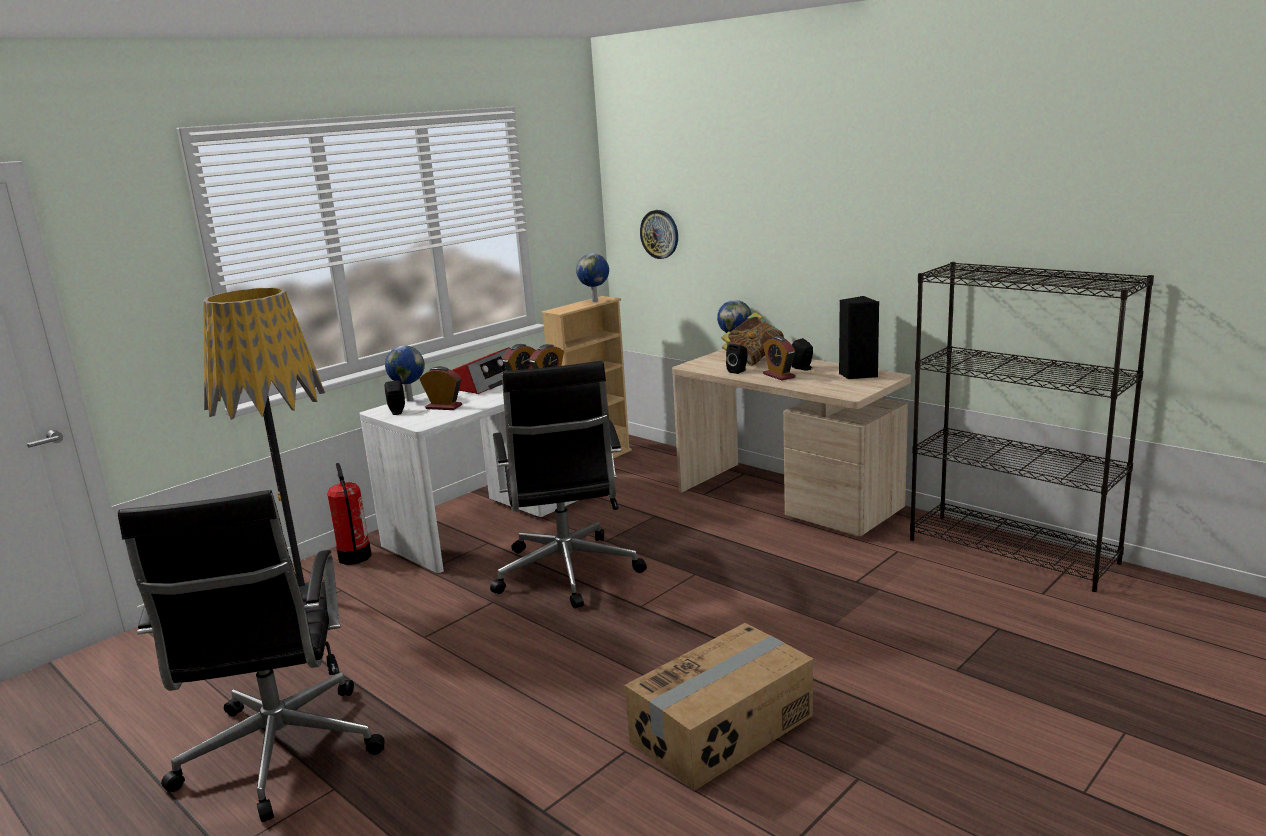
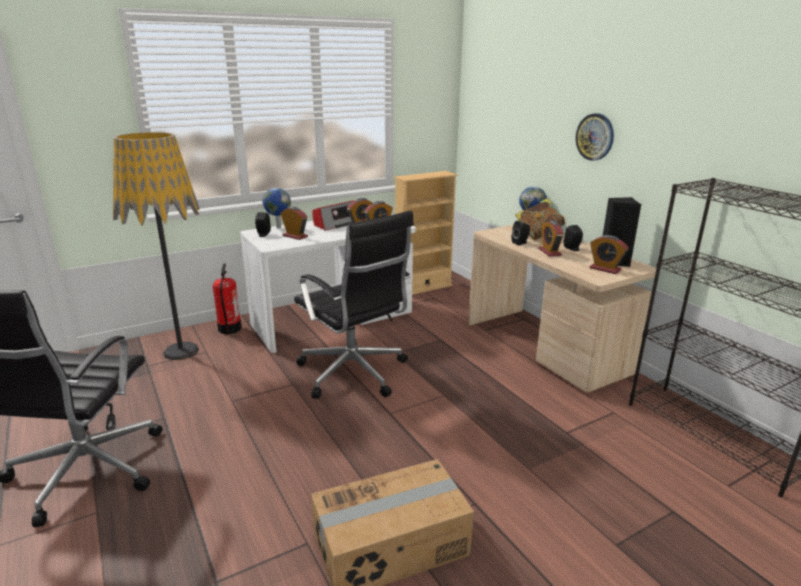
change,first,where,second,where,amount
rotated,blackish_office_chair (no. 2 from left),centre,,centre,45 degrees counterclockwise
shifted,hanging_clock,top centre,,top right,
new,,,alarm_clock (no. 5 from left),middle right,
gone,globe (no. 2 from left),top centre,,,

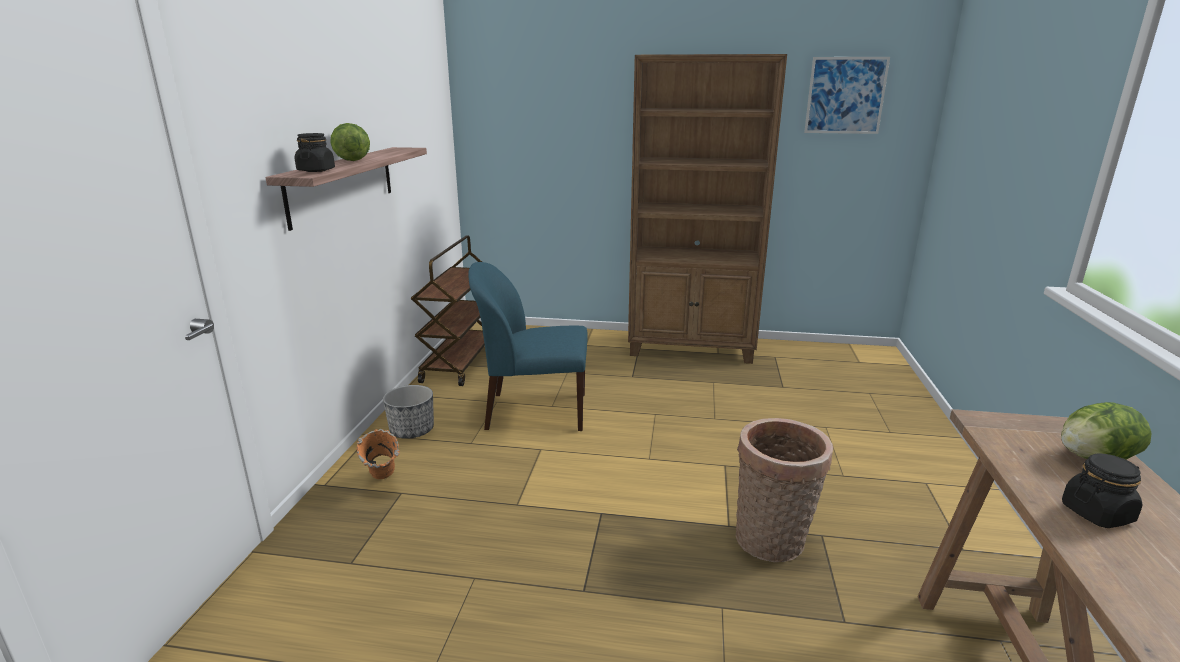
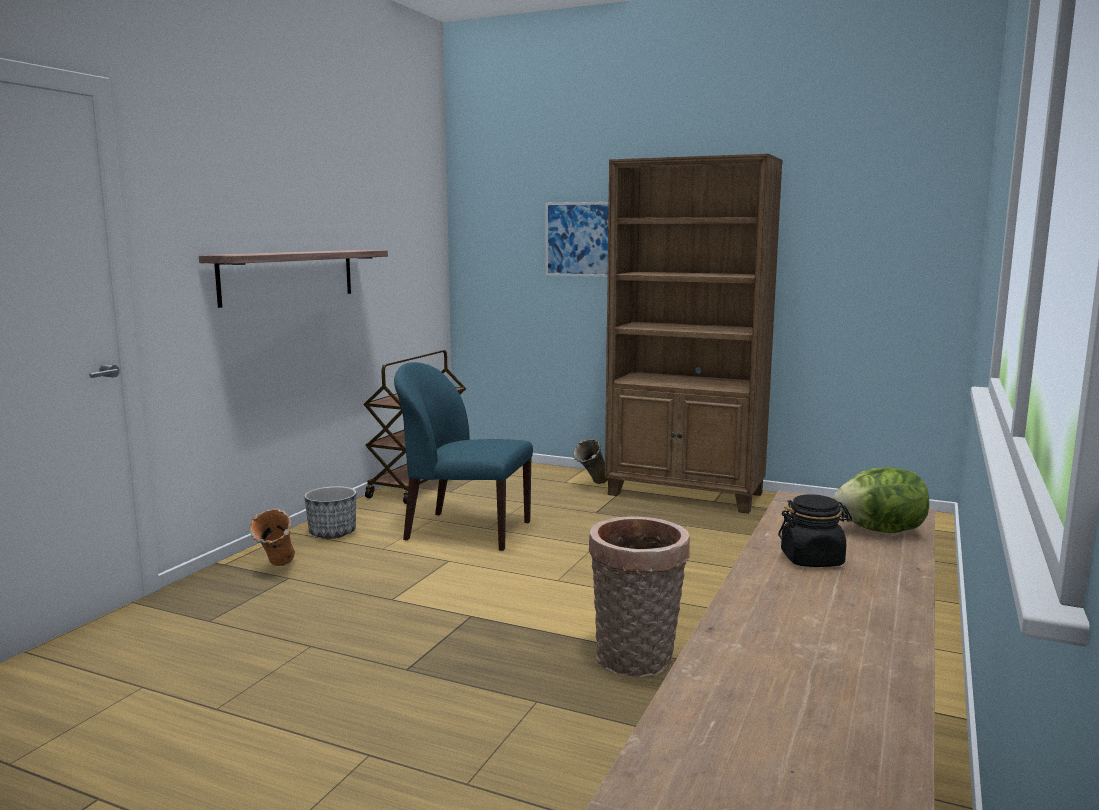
change,first,where,second,where,amount
shifted,wall_art,top right,,top centre,
new,,,beige-coloured_decorative_vase,centre,
gone,blackish_jar (no. 1 from left),top left,,,
gone,lettuce_head (no. 1 from left),top left,,,

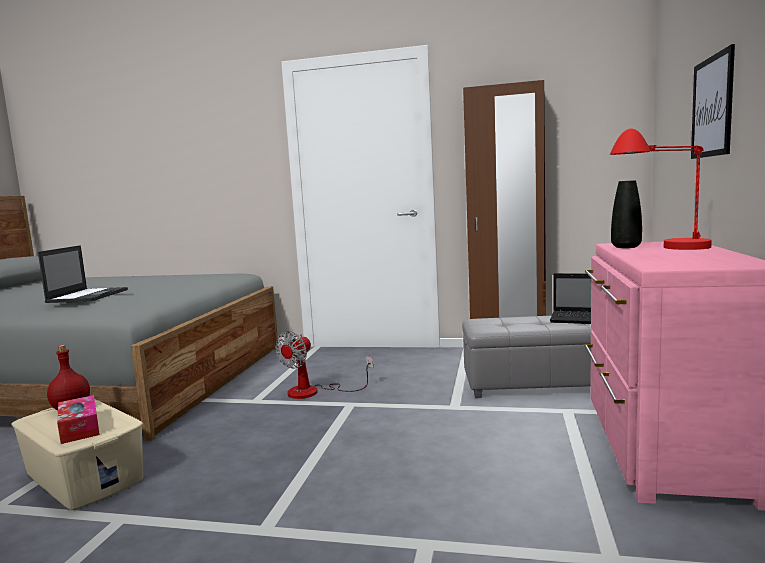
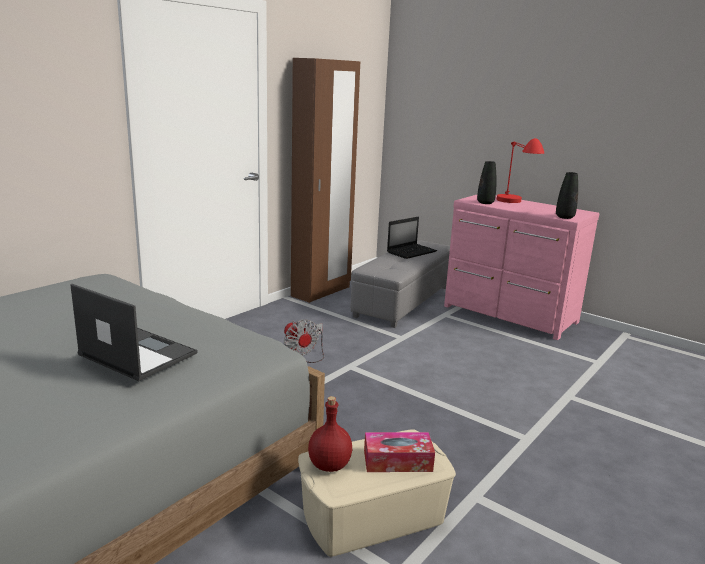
change,first,where,second,where,amount
new,,,blackish_decorative_vase (no. 2 from left),middle right,
gone,wall_art,top right,,,

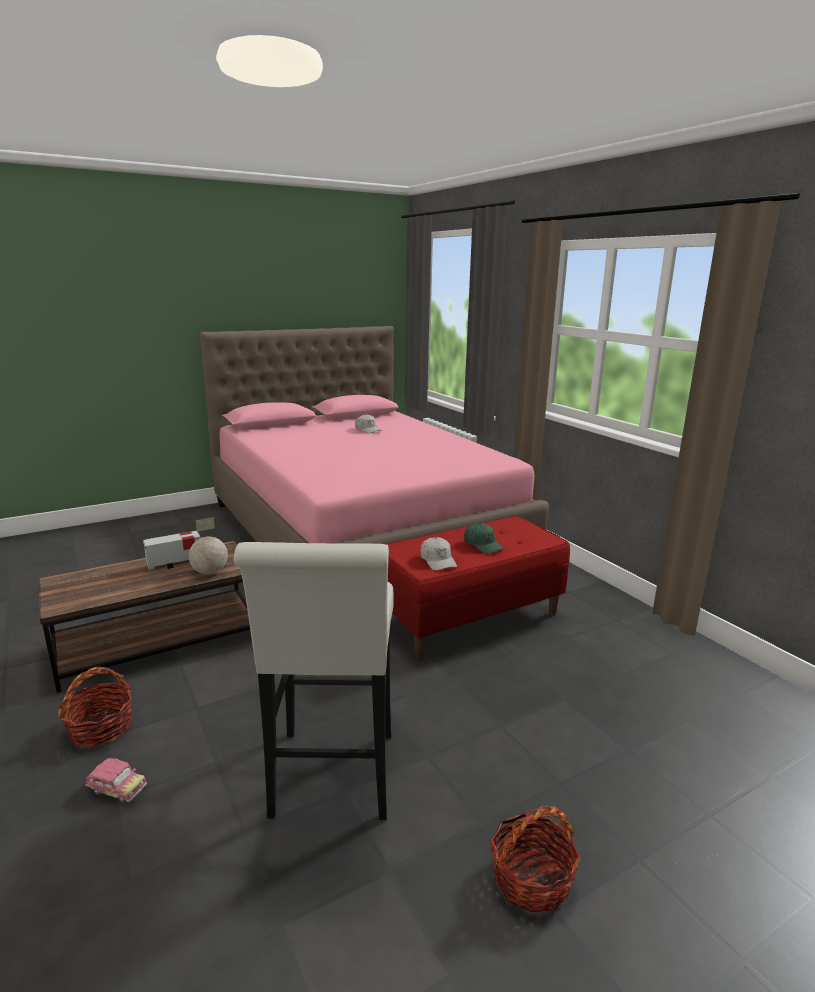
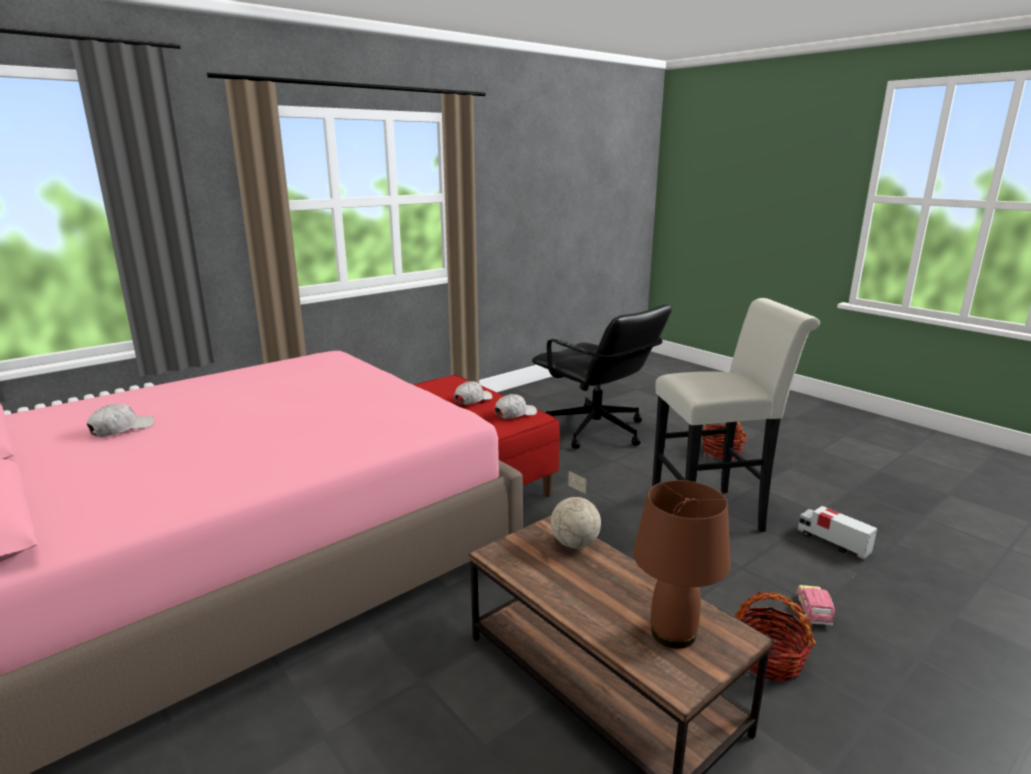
change,first,where,second,where,amount
repainted,green-coloured_baseball_cap,centre,white-coloured_baseball_cap (no. 2 from left),centre,
new,,,blackish_office_chair,centre,
new,,,brown_table_lamp,bottom centre,
shifted,toy_lorry,middle left,,bottom right,

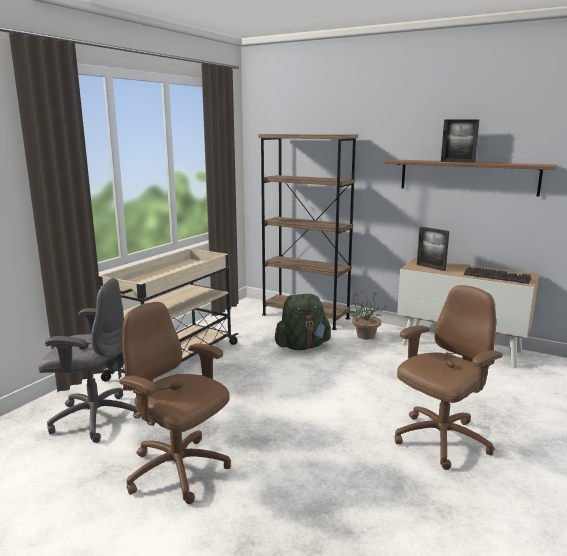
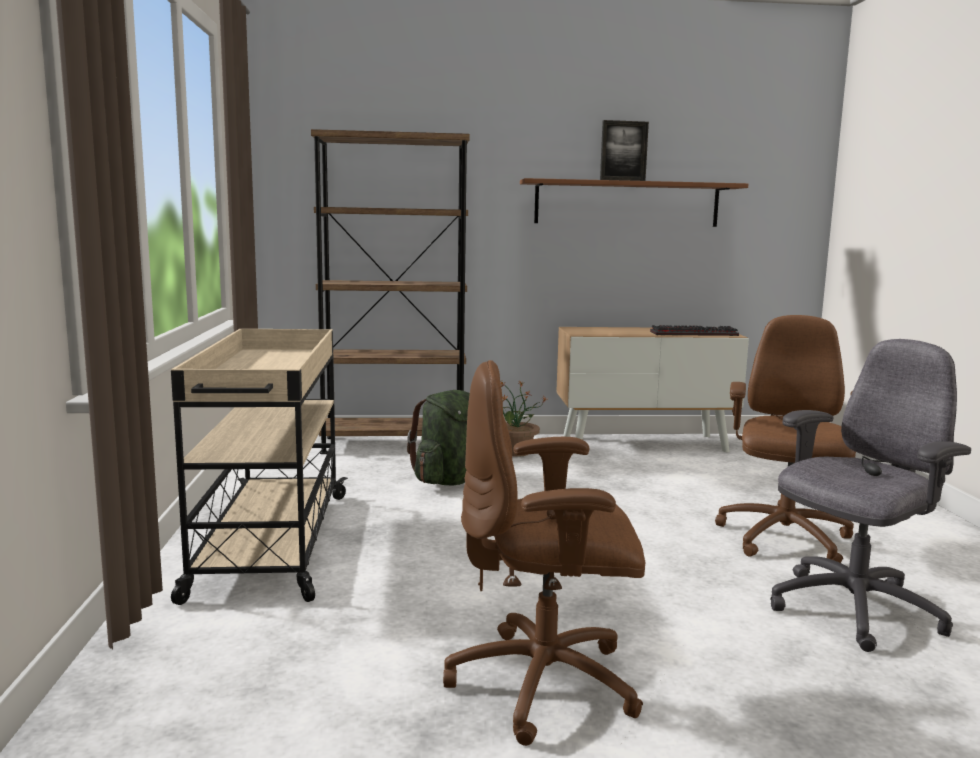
change,first,where,second,where,amount
shifted,greyish_office_chair,middle left,,middle right,
gone,standing_frame (no. 1 from left),middle right,,,

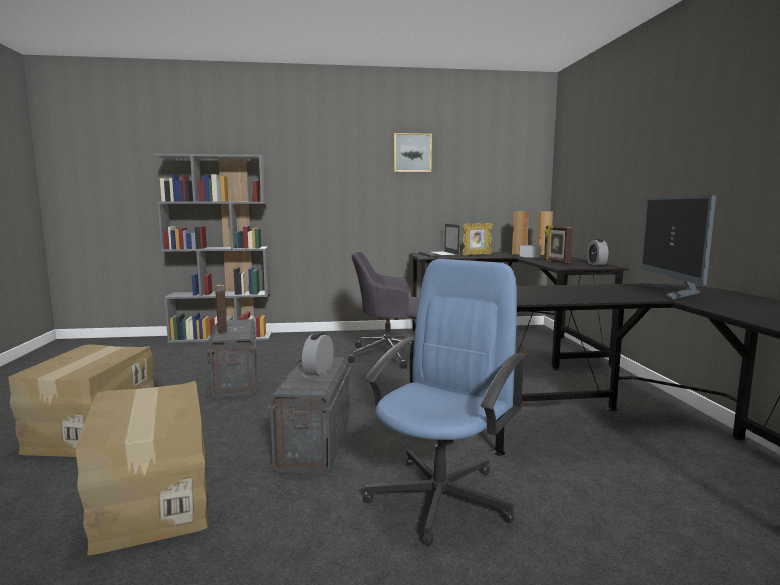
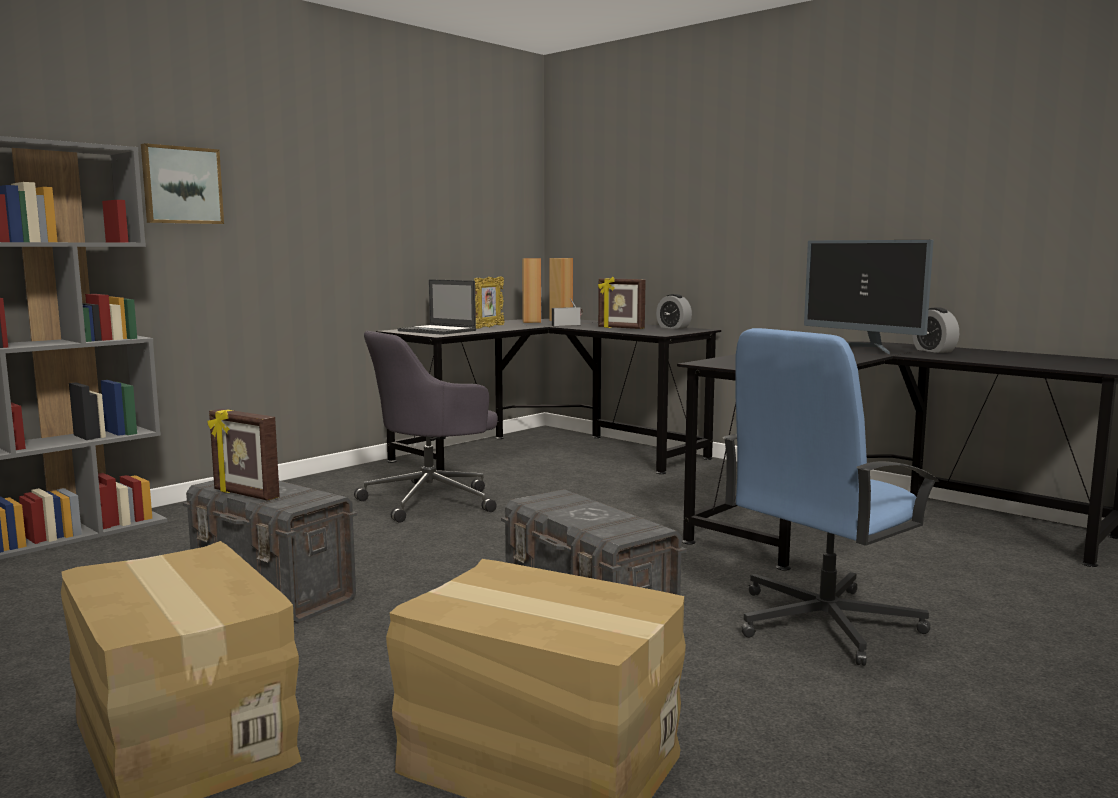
change,first,where,second,where,amount
shifted,wall_art,top centre,,top left,
rotated,blue-coloured_office_chair,bottom centre,,middle right,120 degrees counterclockwise
shifted,alarm_clock (no. 1 from left in the first image),centre,alarm_clock (no. 2 from left),middle right,

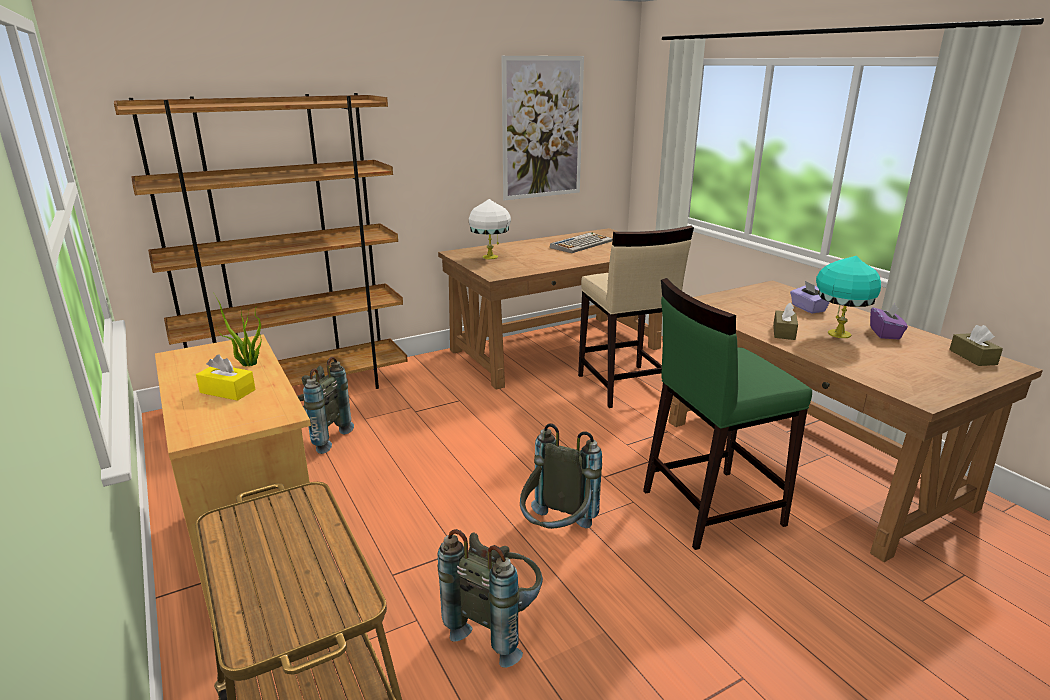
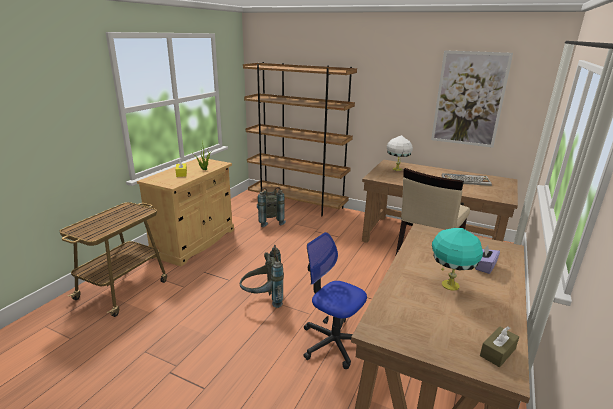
change,first,where,second,where,amount
swapped,green-coloured_stool,middle right,office_chair,bottom centre,
gone,greyish_rucksack (no. 2 from left),bottom centre,,,
gone,brown_tissue_box (no. 1 from left),middle right,,,
gone,purplish_tissue_box (no. 2 from left),middle right,,,

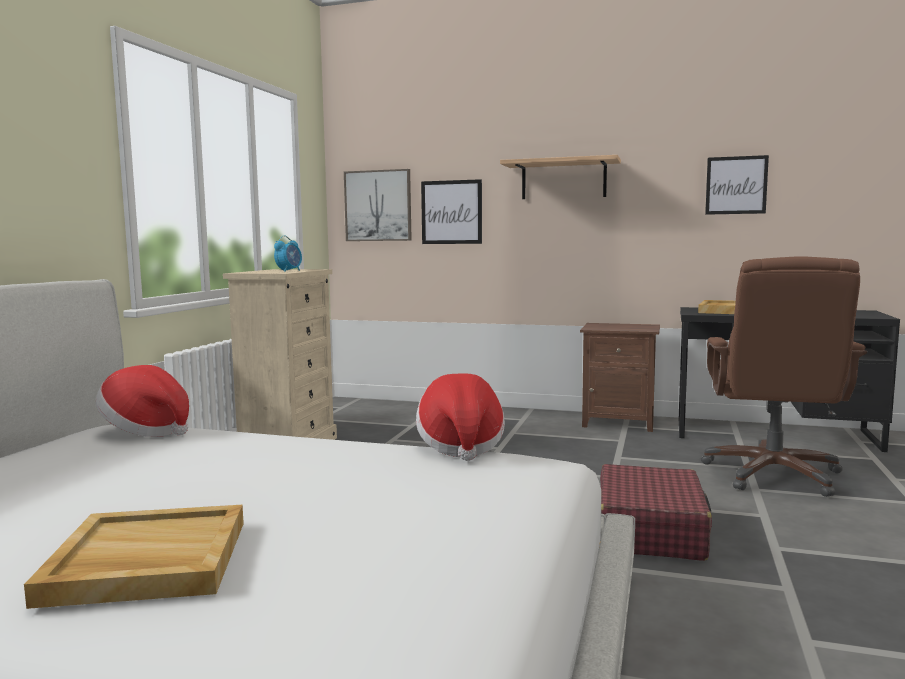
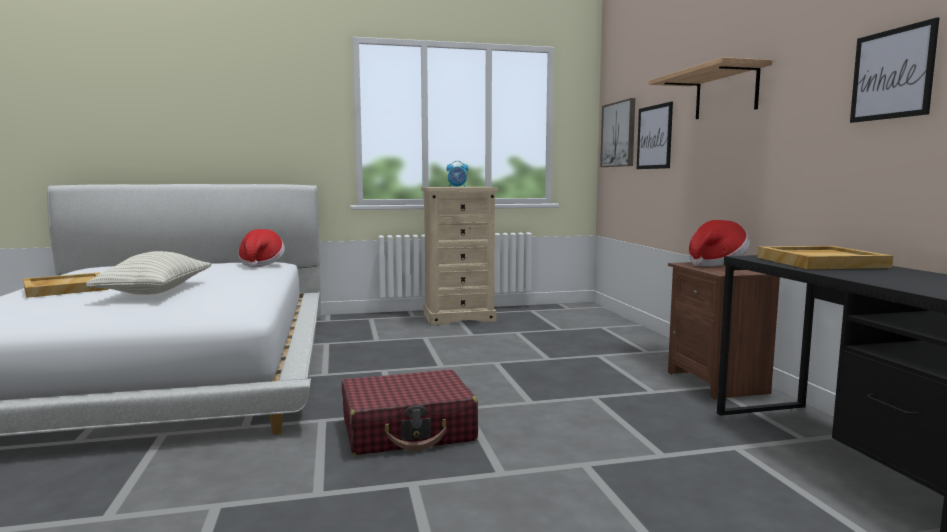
change,first,where,second,where,amount
new,,,cushion,middle left,
shifted,wearable_hat (no. 2 from left),centre,,middle right,
gone,brown_office_chair,middle right,,,

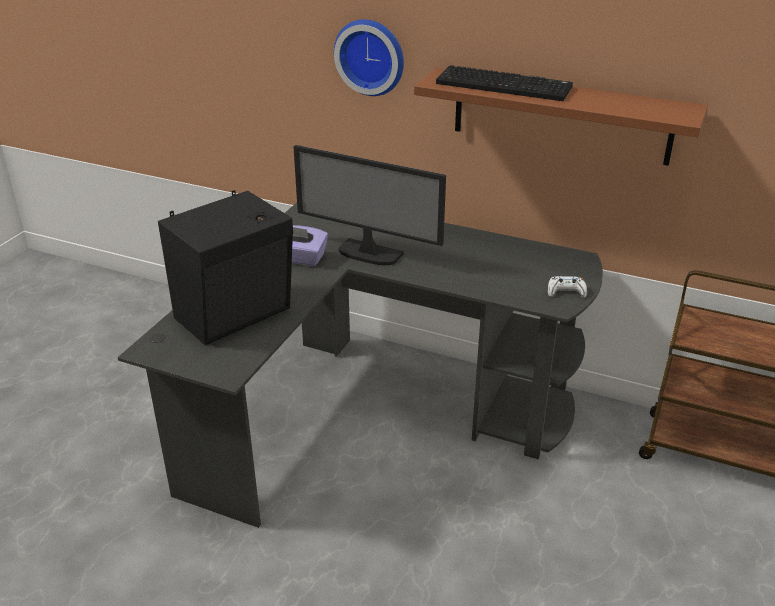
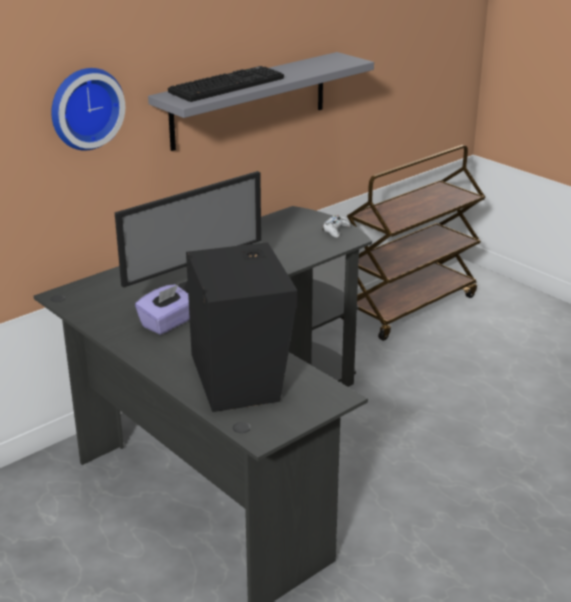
change,first,where,second,where,amount
repainted,brown_shelf,top right,greyish_shelf,top centre,

